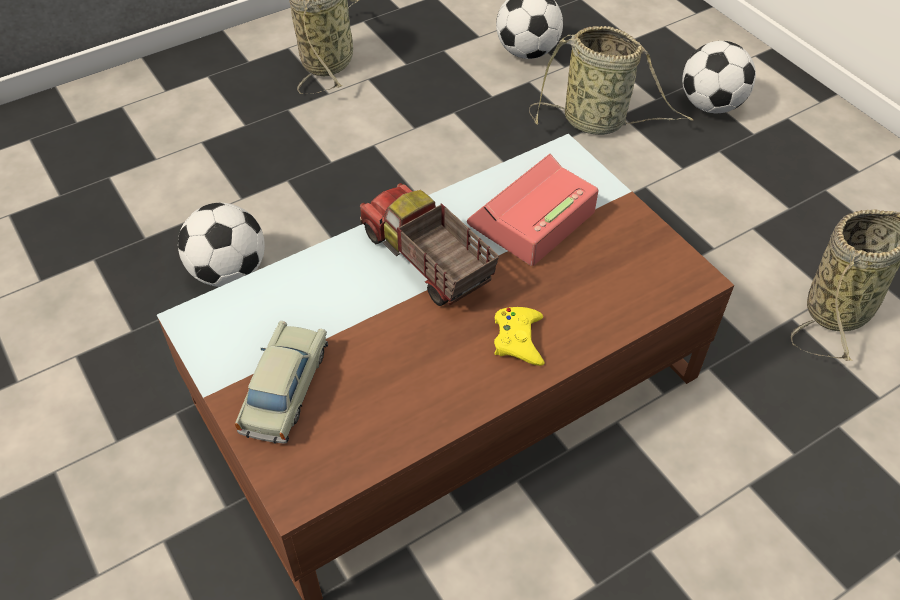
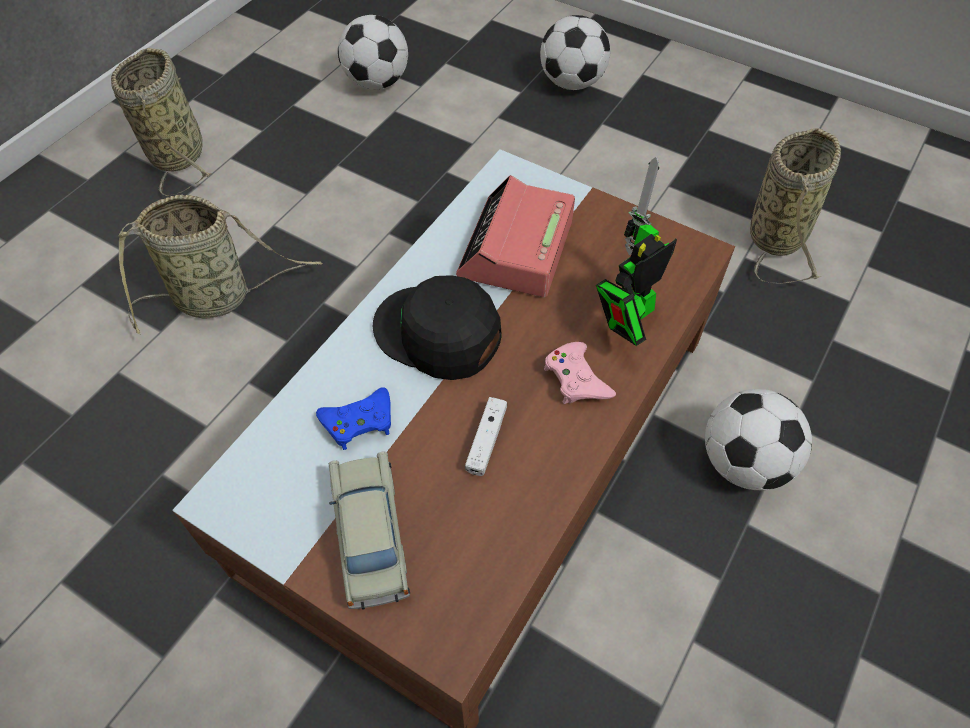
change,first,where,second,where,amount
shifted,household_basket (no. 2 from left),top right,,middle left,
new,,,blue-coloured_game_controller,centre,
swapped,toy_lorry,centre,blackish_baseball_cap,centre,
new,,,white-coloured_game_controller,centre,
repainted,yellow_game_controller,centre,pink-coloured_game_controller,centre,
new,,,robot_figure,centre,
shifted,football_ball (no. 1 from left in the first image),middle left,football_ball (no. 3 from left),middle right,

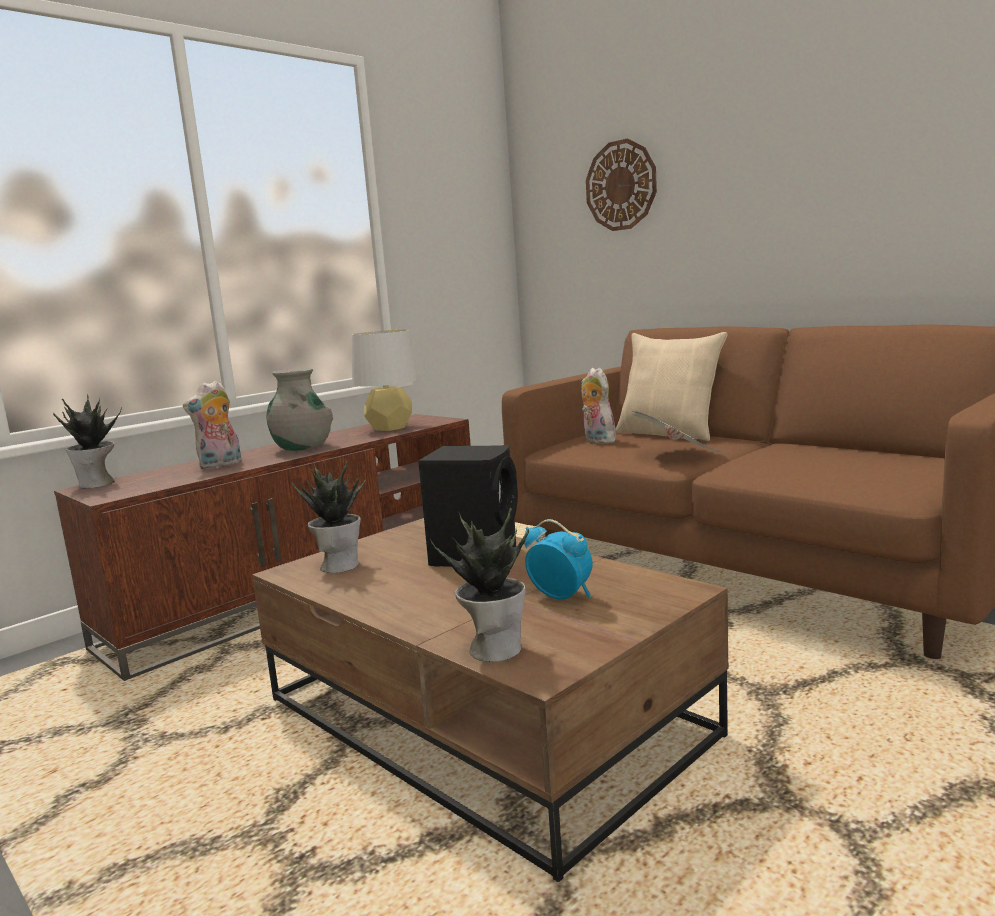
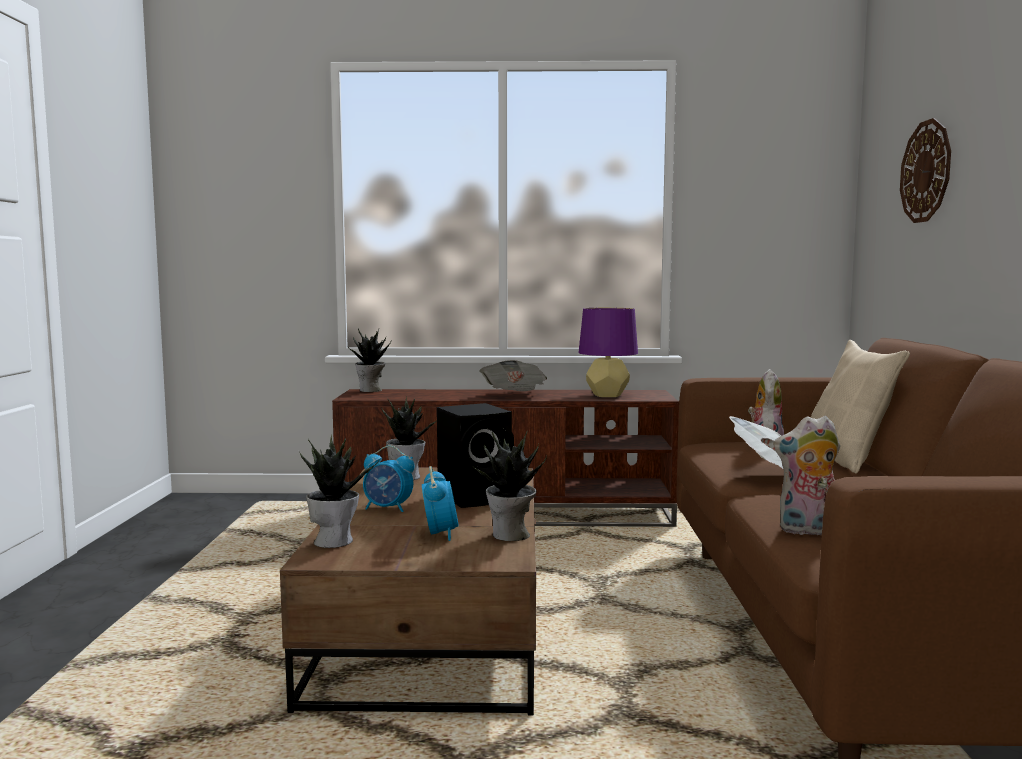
change,first,where,second,where,amount
new,,,alarm_clock (no. 1 from left),centre,
new,,,potted_plant (no. 4 from left),centre,
swapped,greyish_decorative_vase,middle left,newspaper (no. 1 from left),centre,
repainted,greyish_table_lamp,centre,purplish_table_lamp,centre,
shifted,soft_toy (no. 1 from left in the first image),middle left,soft_toy (no. 2 from left),middle right,

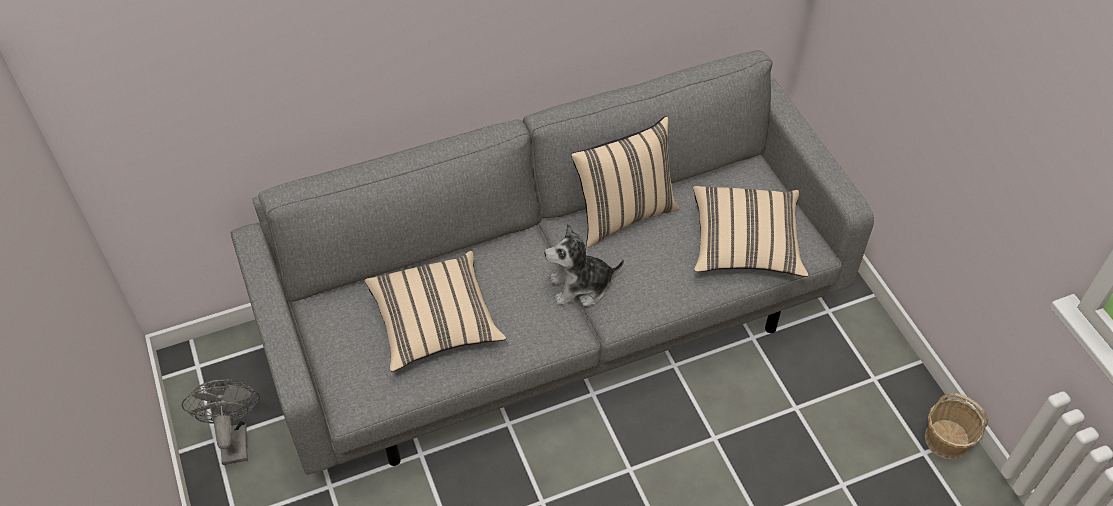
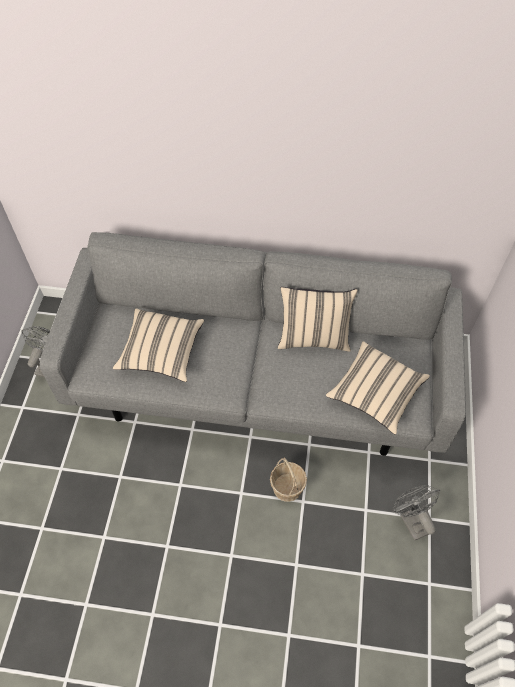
change,first,where,second,where,amount
shifted,household_basket,bottom right,,bottom centre,
new,,,greyish_electric_fan (no. 2 from left),bottom right,
gone,soft_toy,centre,,,

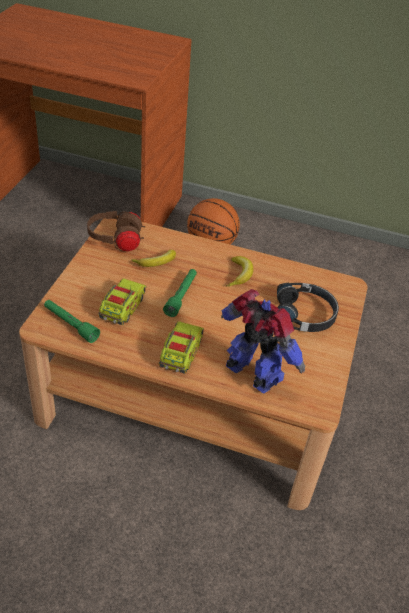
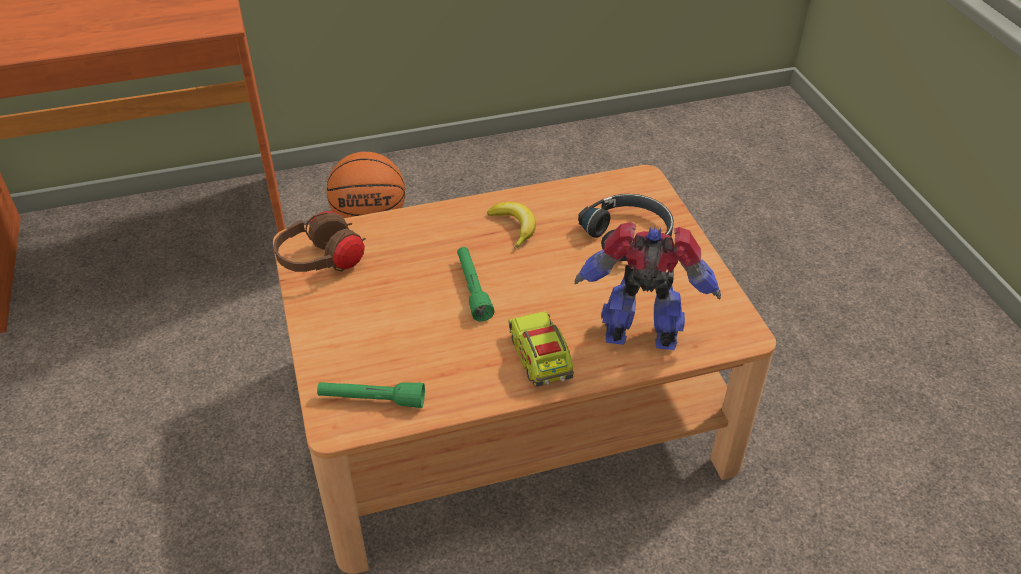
change,first,where,second,where,amount
gone,toy_lorry (no. 1 from left),middle left,,,
gone,banana_fruit (no. 1 from left),centre,,,

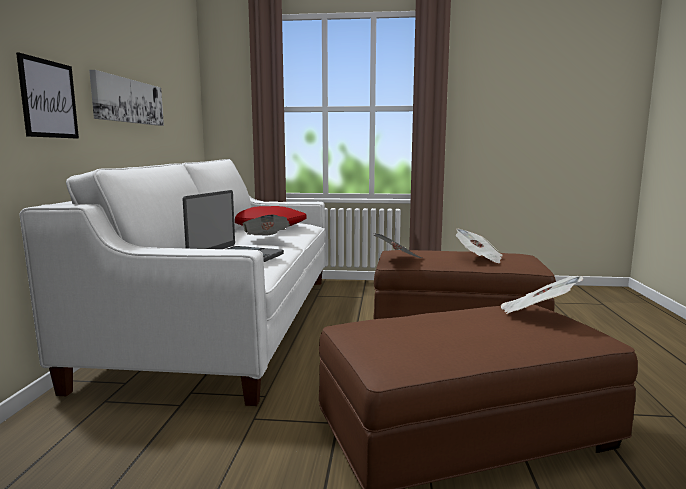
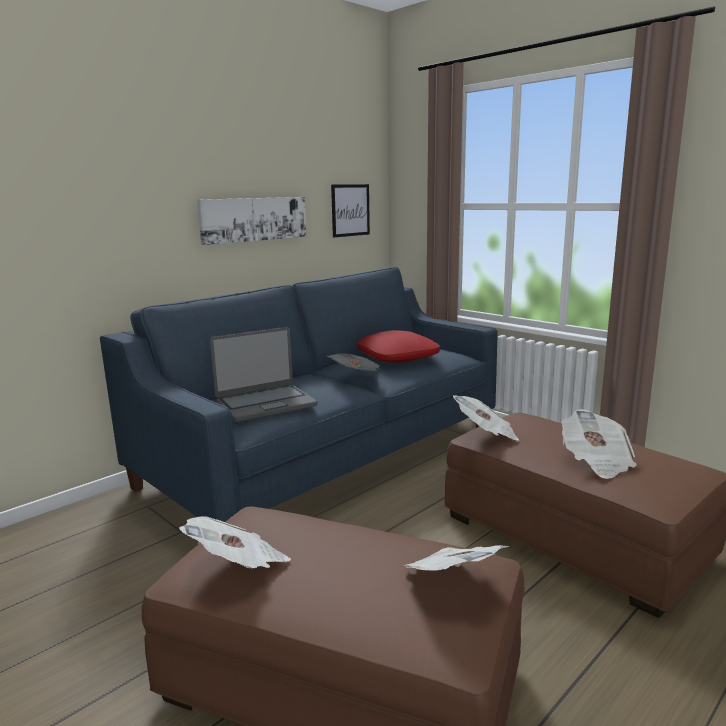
change,first,where,second,where,amount
repainted,white-coloured_settee,middle left,blue-coloured_settee,centre,
new,,,newspaper (no. 1 from left),bottom left,
shifted,wall_art (no. 1 from left in the first image),top left,wall_art (no. 2 from left),top centre,

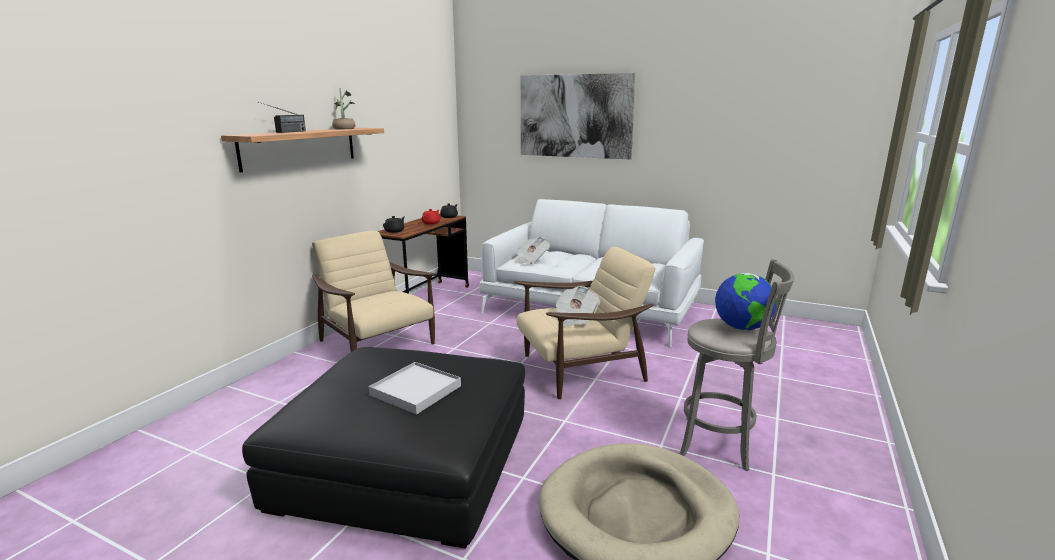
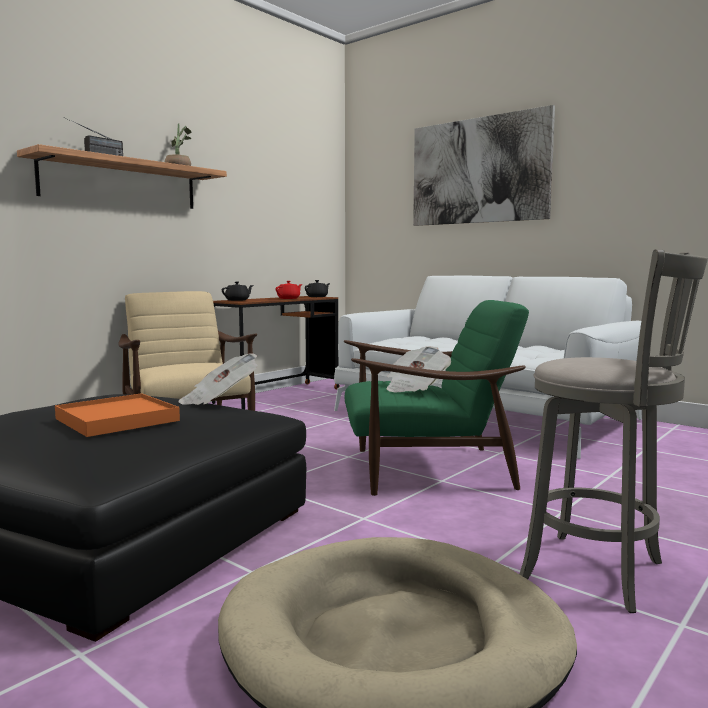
change,first,where,second,where,amount
repainted,white-coloured_tray,bottom centre,orangey_tray,middle left,
shifted,newspaper (no. 1 from left),centre,,middle left,
repainted,beige-coloured_easy_chair (no. 2 from left),centre,green-coloured_easy_chair,centre,
gone,globe,middle right,,,

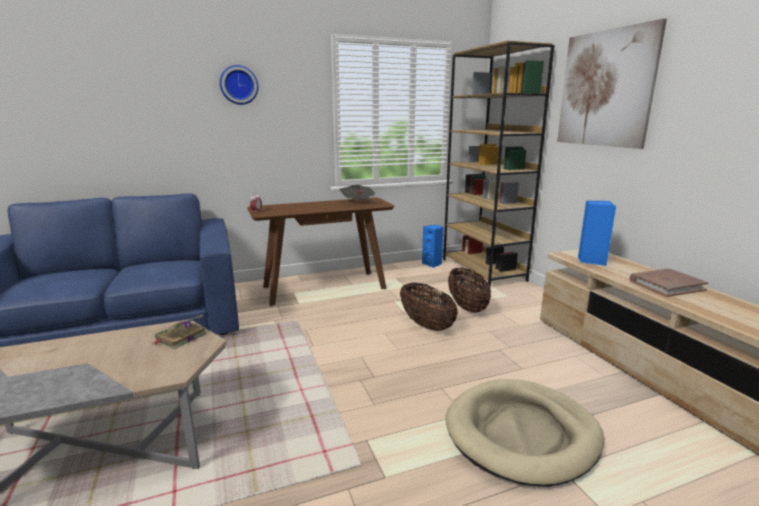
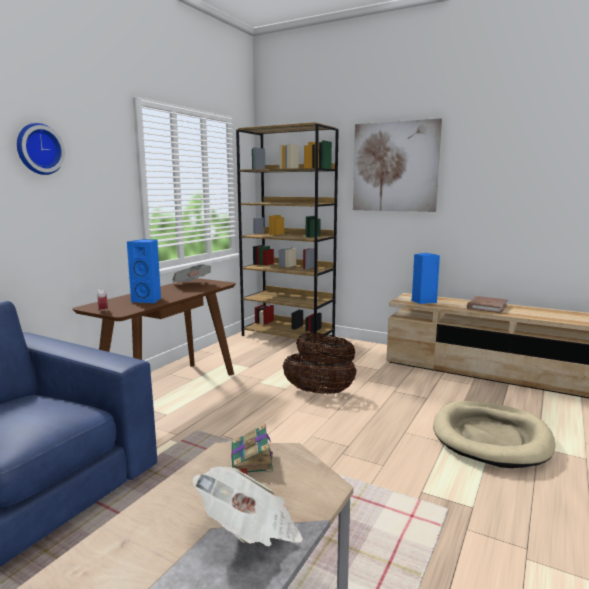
change,first,where,second,where,amount
shifted,blue-coloured_loudspeaker (no. 1 from left),centre,,middle left,
new,,,newspaper (no. 2 from left),bottom centre,

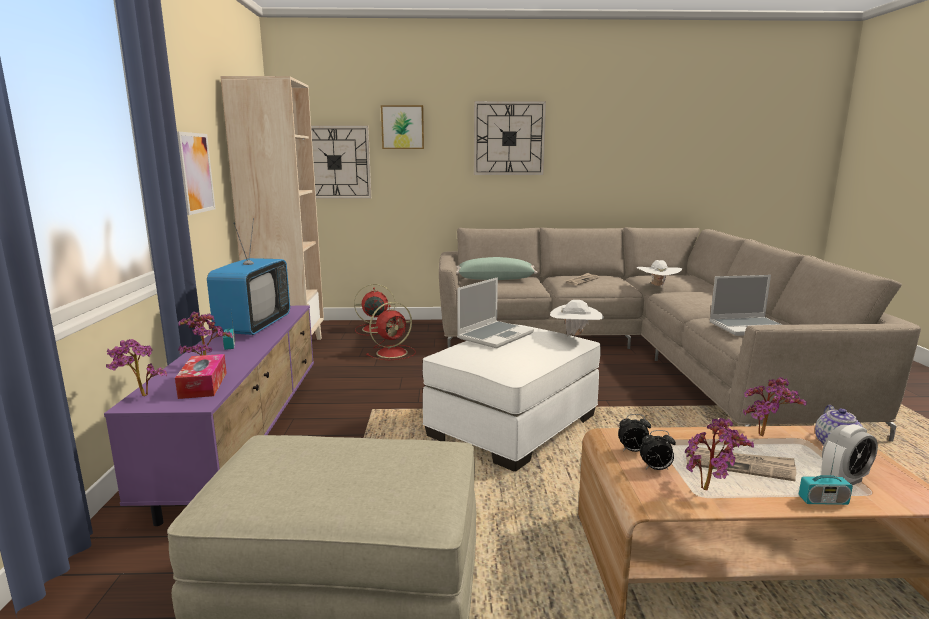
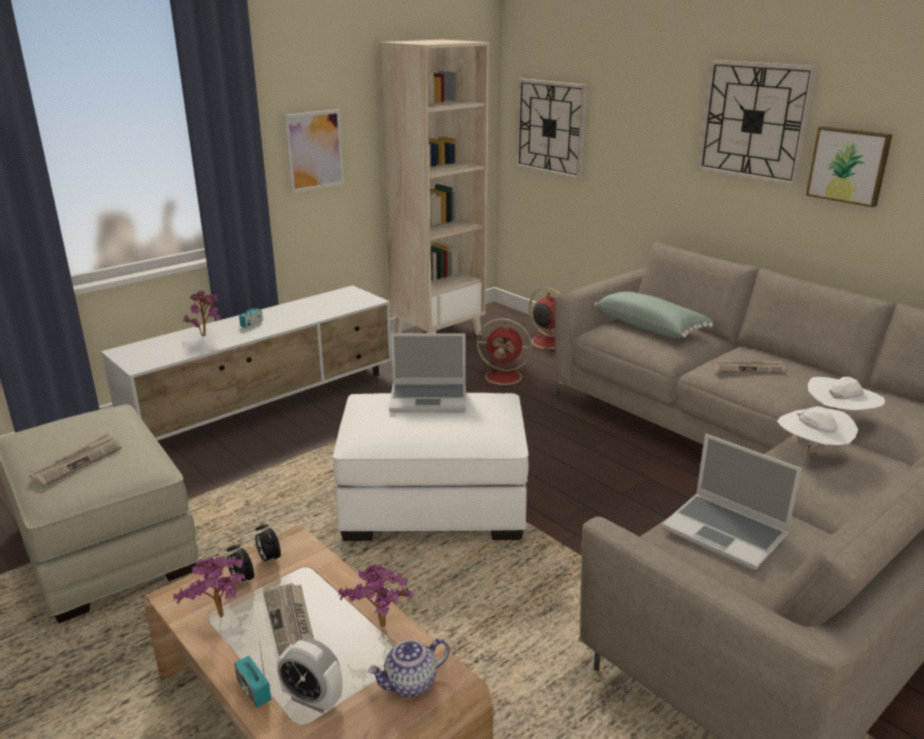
change,first,where,second,where,amount
new,,,newspaper (no. 1 from left),middle left,
repainted,purplish_tv_unit,bottom left,white-coloured_tv_unit,middle left,
shifted,white-coloured_wearable_hat (no. 1 from left),centre,,middle right,
shifted,wall_art (no. 2 from left),top centre,,top right,
gone,potted_plant (no. 1 from left),middle left,,,
gone,tissue_box,middle left,,,
gone,TV_set,middle left,,,

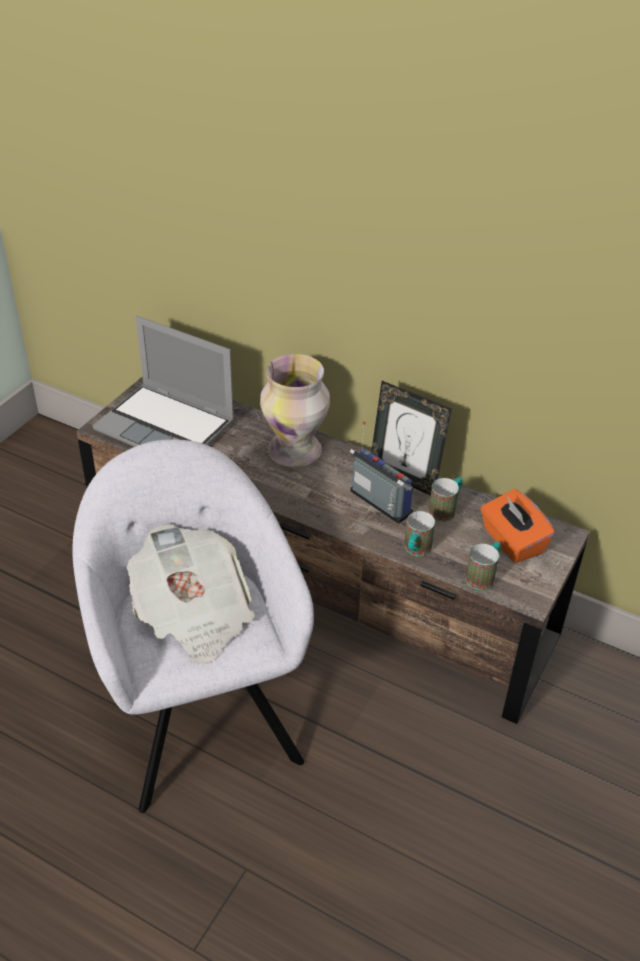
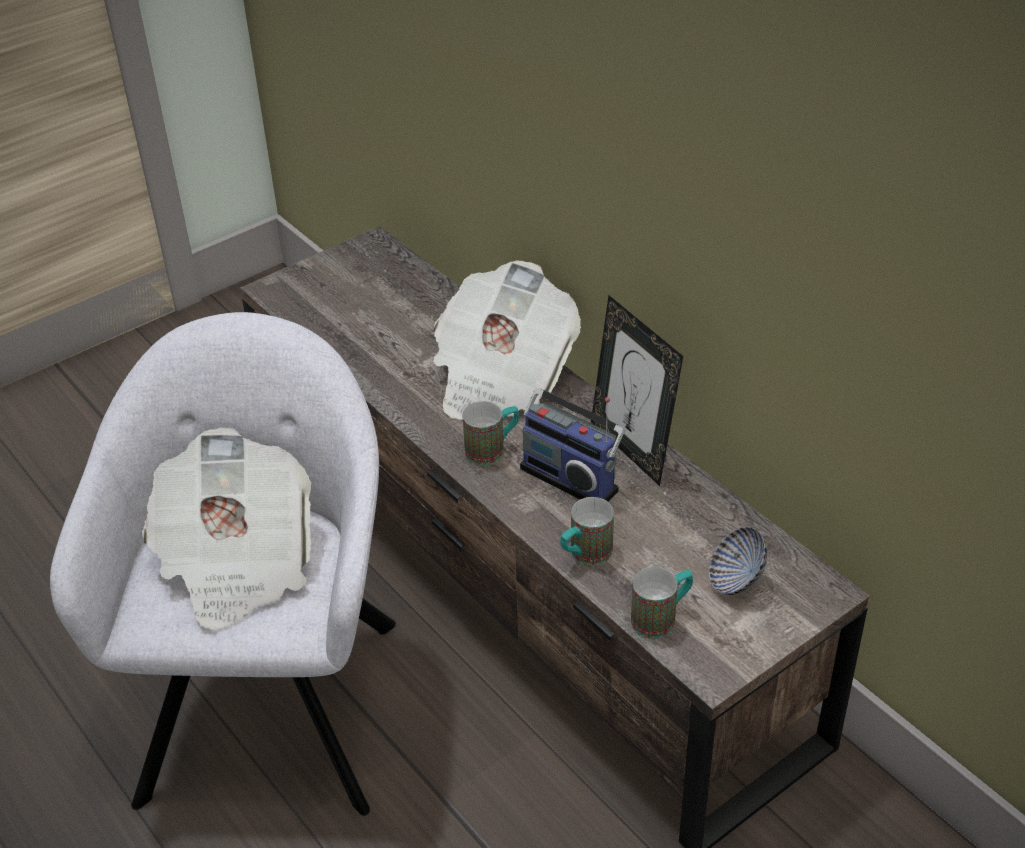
change,first,where,second,where,amount
swapped,decorative_vase,centre,newspaper (no. 2 from left),centre,
shifted,mug (no. 2 from left in the first image),middle right,mug (no. 1 from left),centre,
rotated,radio_set,centre,,centre,150 degrees clockwise
swapped,orangey_tissue_box,middle right,serving_bowl,middle right,
gone,notebook_computer,middle left,,,

